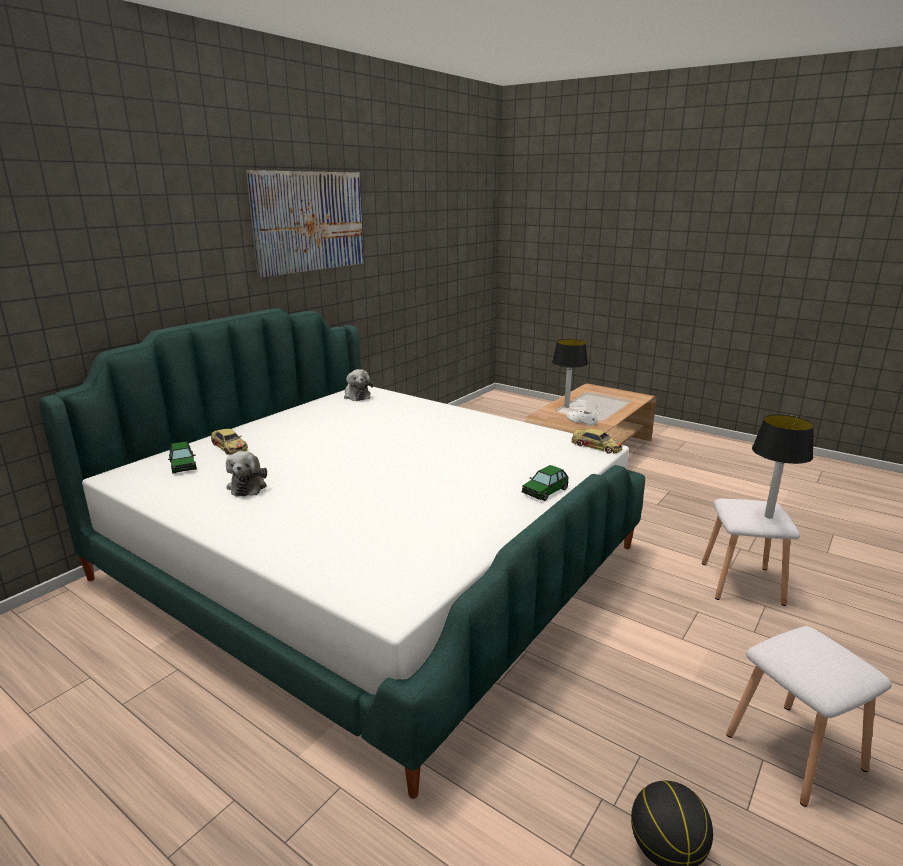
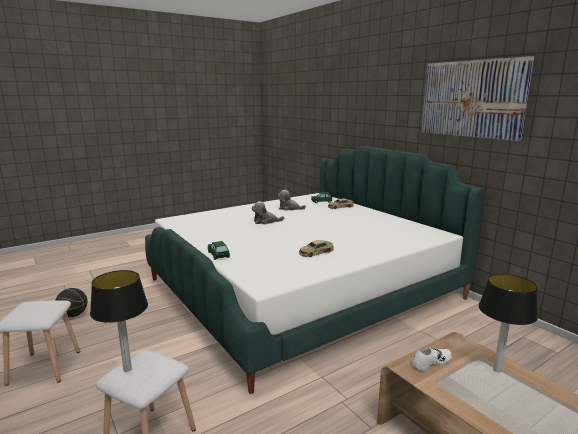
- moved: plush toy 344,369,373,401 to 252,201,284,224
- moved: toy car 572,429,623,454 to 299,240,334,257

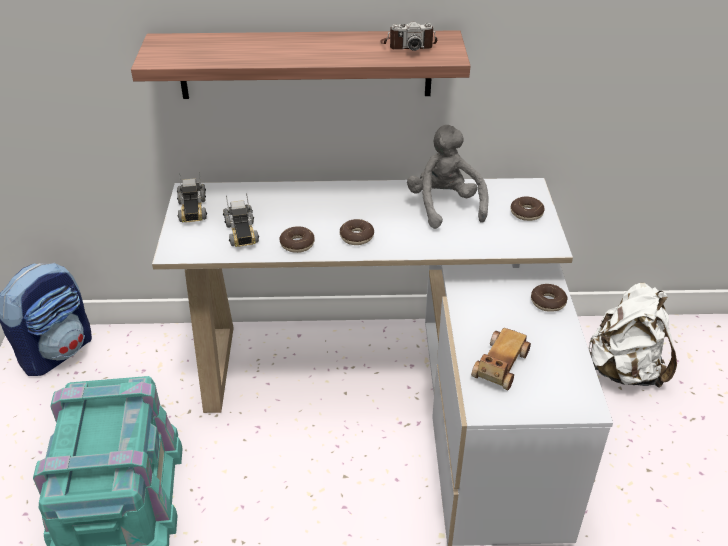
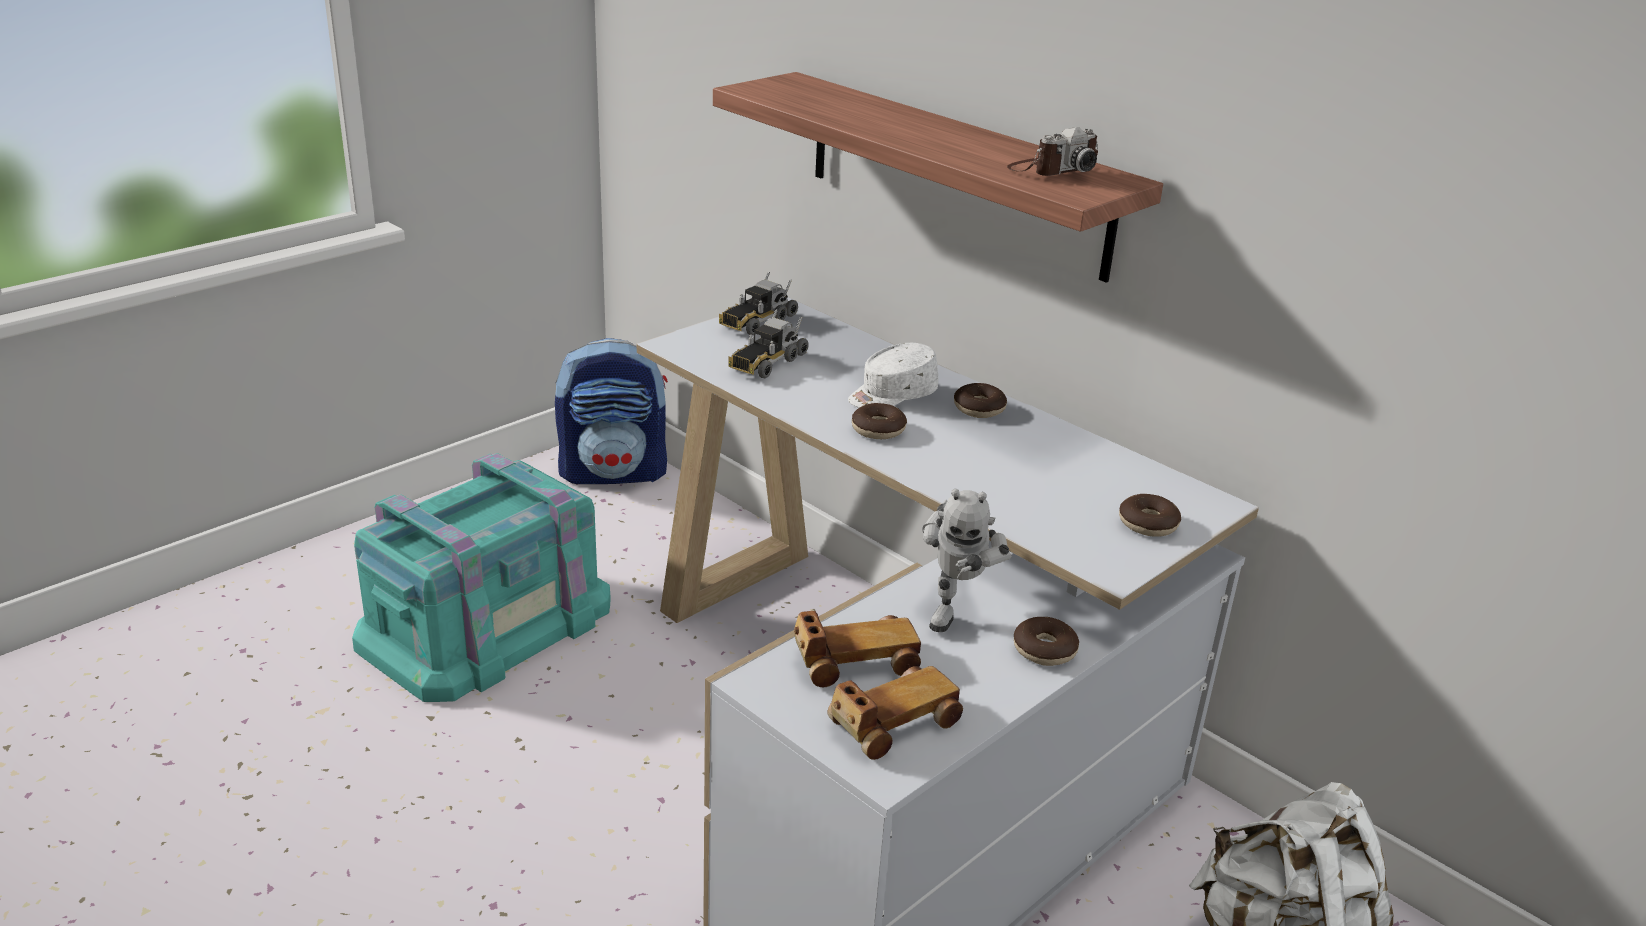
- moved: donut 279,226,315,253 to 954,383,1007,418
- turned: photo camera 380,21,437,51 = 1007,127,1098,176 75 degrees counterclockwise
- removed: grey plush toy 407,125,489,229
- added: toy car 828,666,963,760
- added: white cap 848,343,938,408
- added: toy robot 922,489,1012,632

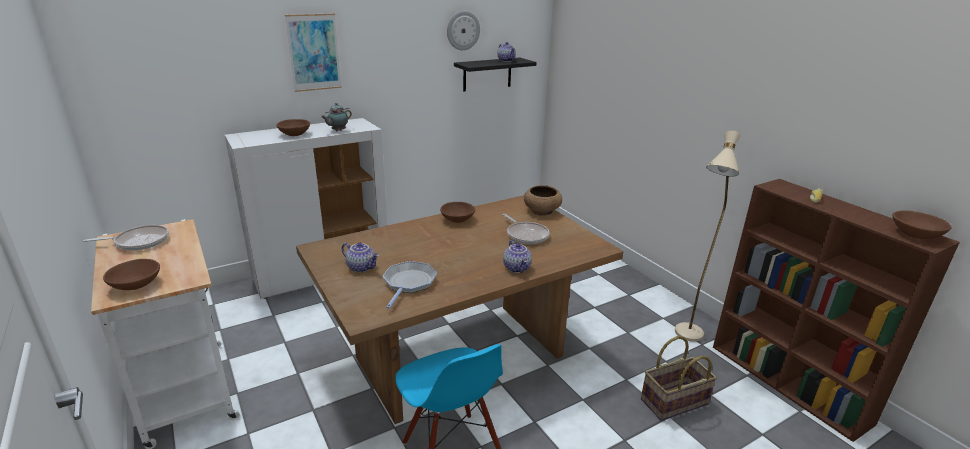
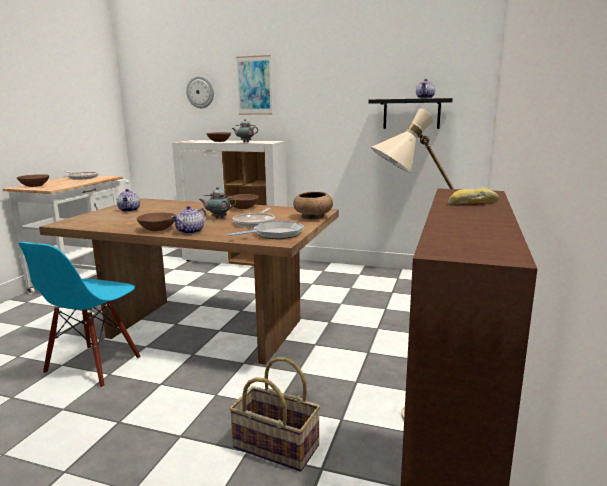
- moved: frying pan 383,261,437,309 to 227,221,304,239
- moved: wall clock 447,11,480,50 to 186,75,214,108
- moved: brown bowl 893,211,951,239 to 137,213,176,231
- added: teapot 199,187,236,219

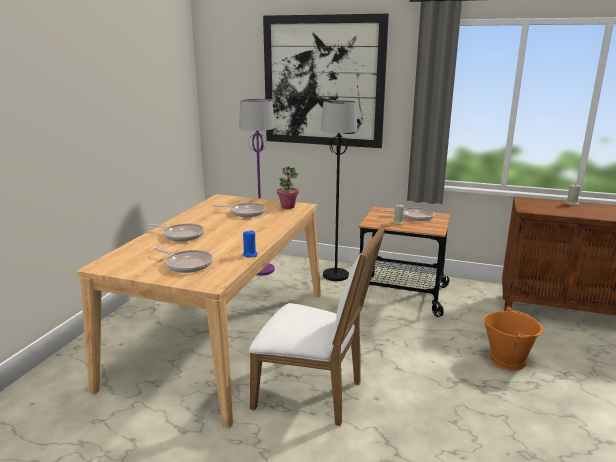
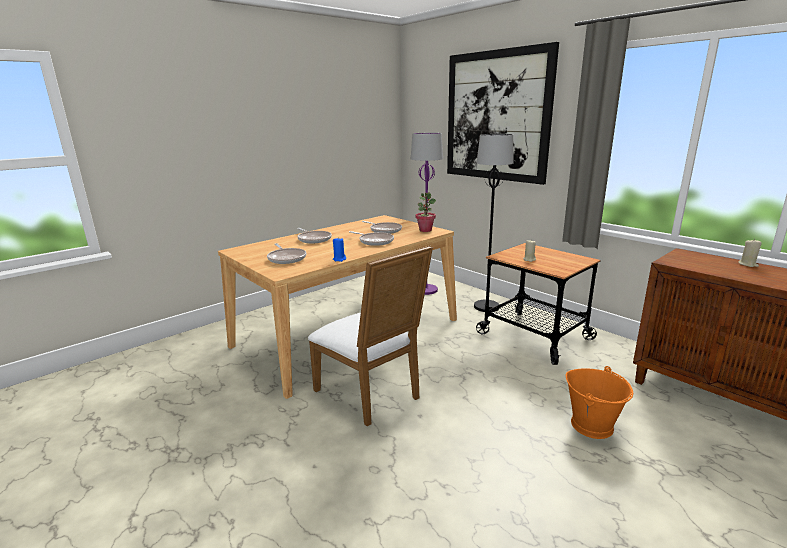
- moved: frying pan 383,207,434,221 to 349,231,394,246

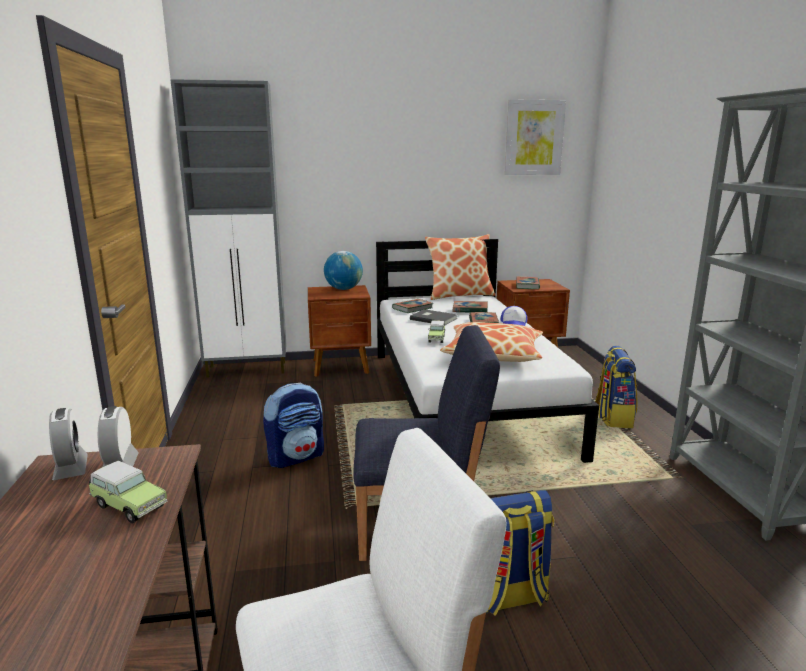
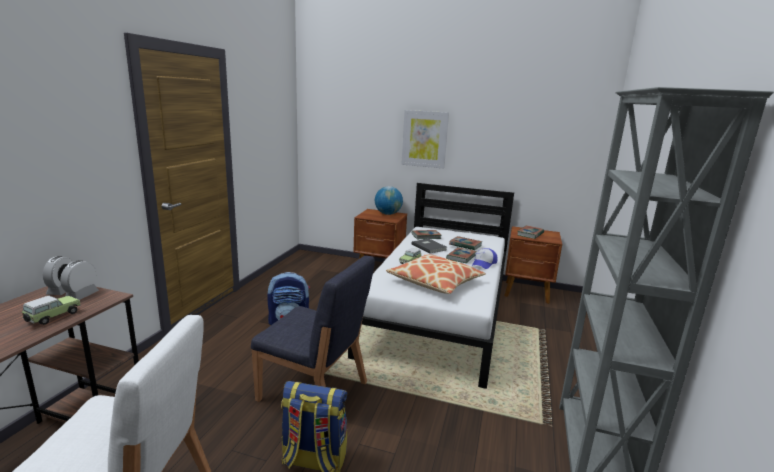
- turned: toy car 89,461,167,523 = 22,296,81,325 120 degrees counterclockwise
- removed: grey cabinet 170,79,286,378
- removed: pillow 425,234,495,300
- moved: picture 505,99,566,175 to 402,110,449,169
- removed: backpack 595,346,638,428

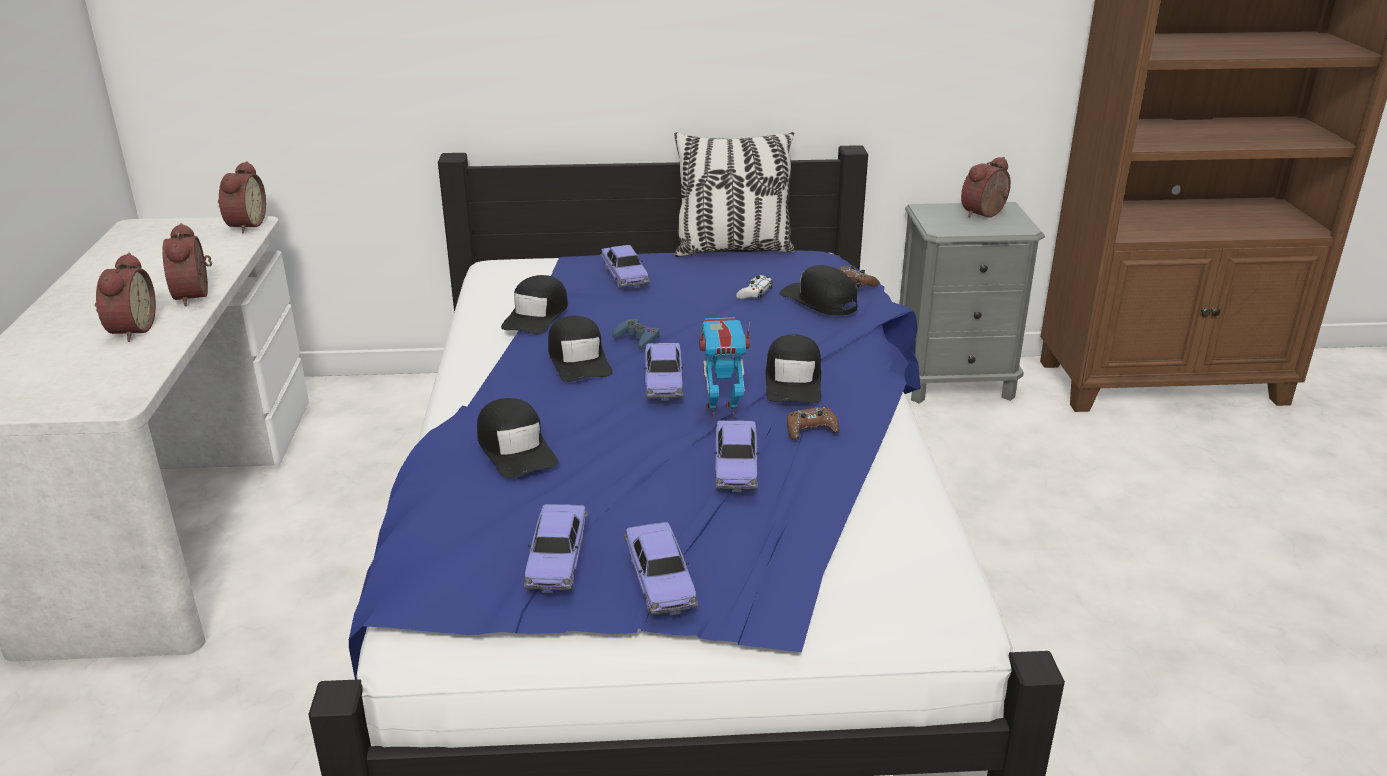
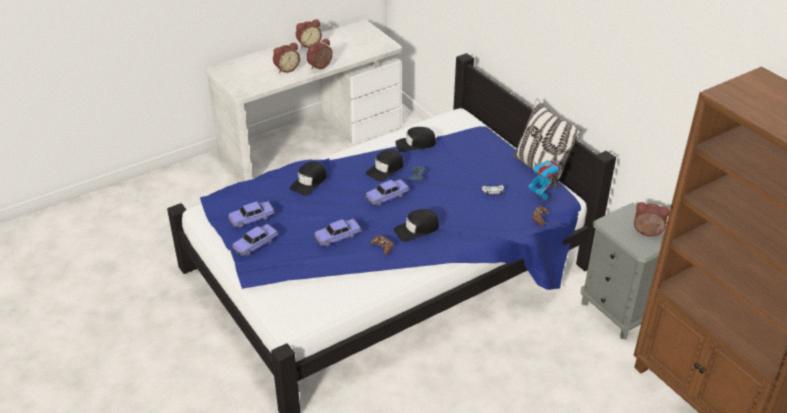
- moved: alarm clock 218,161,266,233 to 296,19,322,48
- removed: toy car 600,245,650,289
- moved: toy robot 699,317,750,419 to 528,160,561,203
- removed: black cap 779,265,857,316

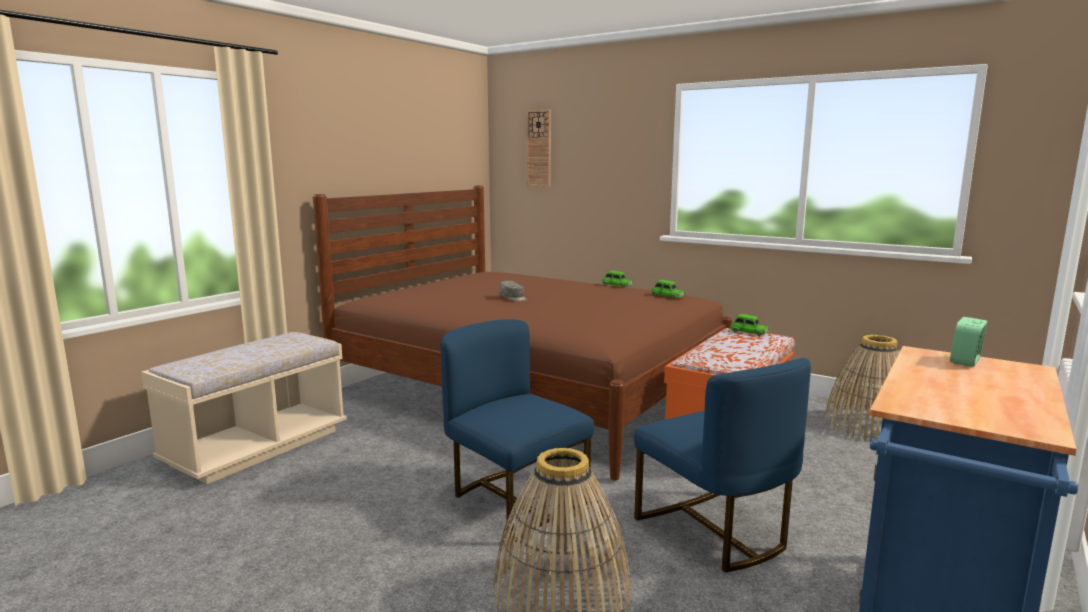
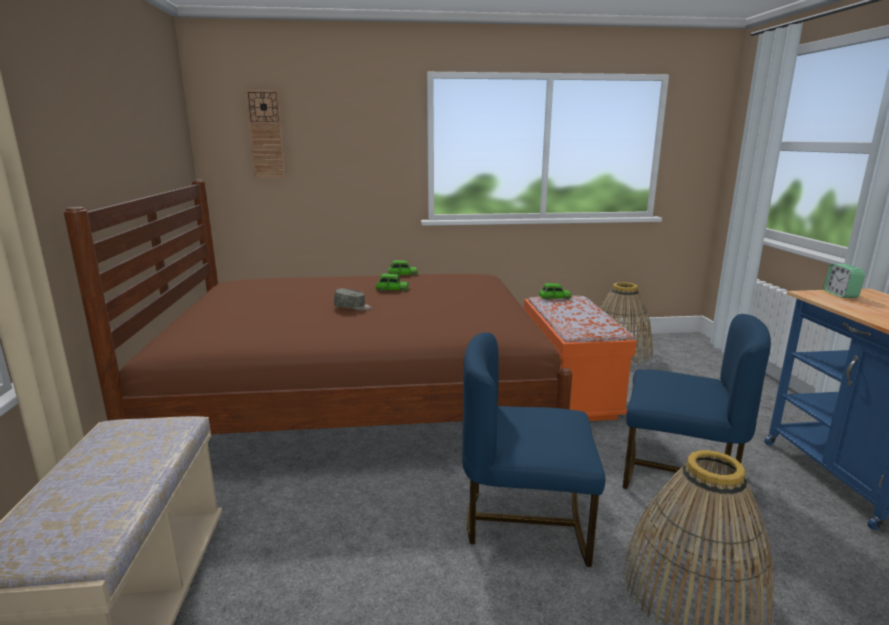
- moved: green toy car 651,280,686,299 to 375,274,409,292

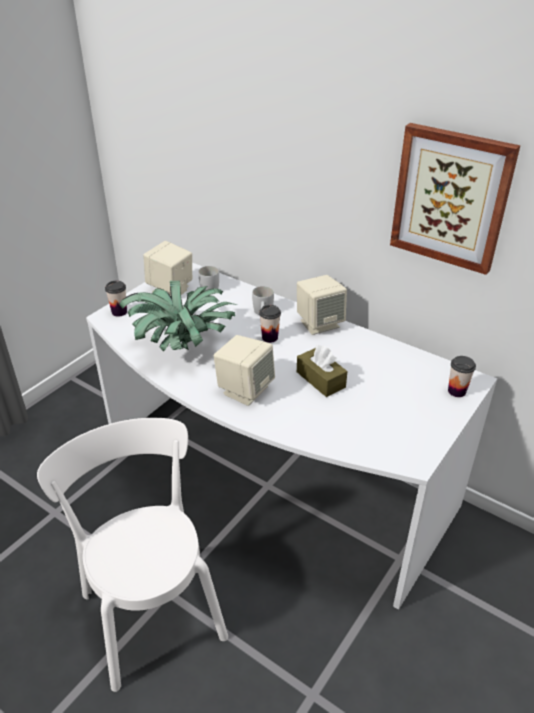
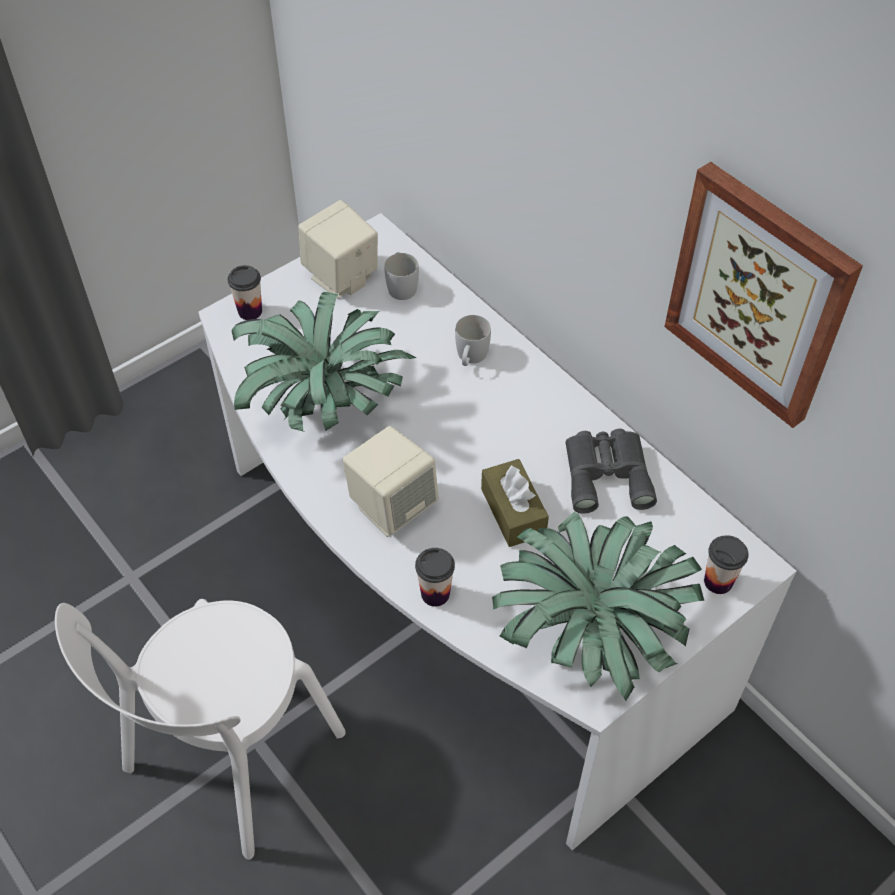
- turned: white chair 37,418,228,692 = 55,599,346,860 135 degrees counterclockwise
- moved: cup 259,305,281,343 to 415,548,455,606
- removed: beige speaker 297,275,347,335
- added: potted plant 492,512,704,701
- added: grey binoculars 565,429,657,513

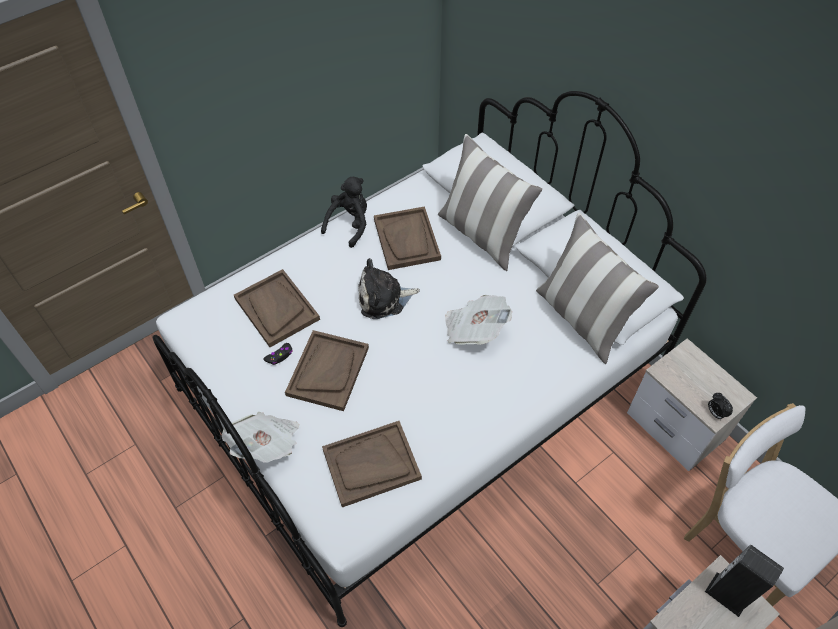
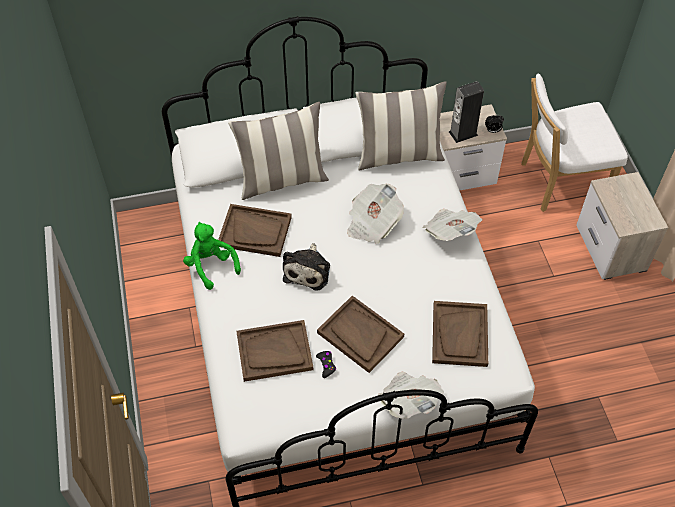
- recoloured: black plush toy 321,177,367,248 to green plush toy 183,222,241,290
- moved: speaker 705,544,784,617 to 449,81,484,143
- added: newspaper 423,209,482,241

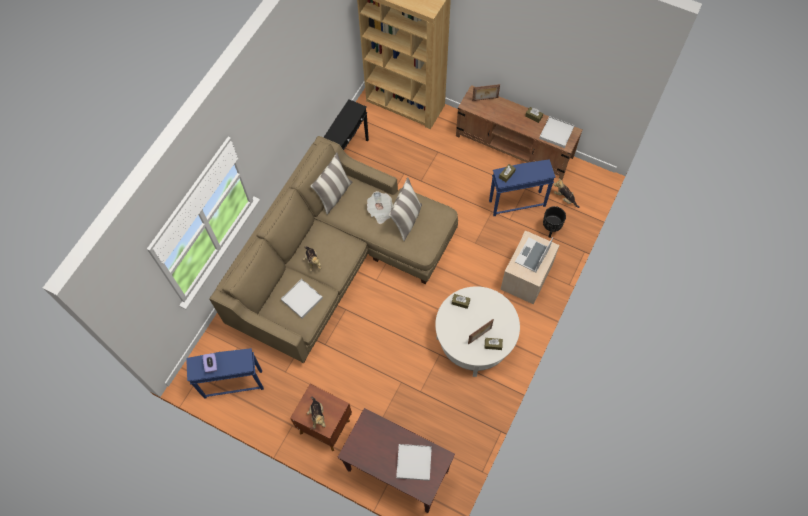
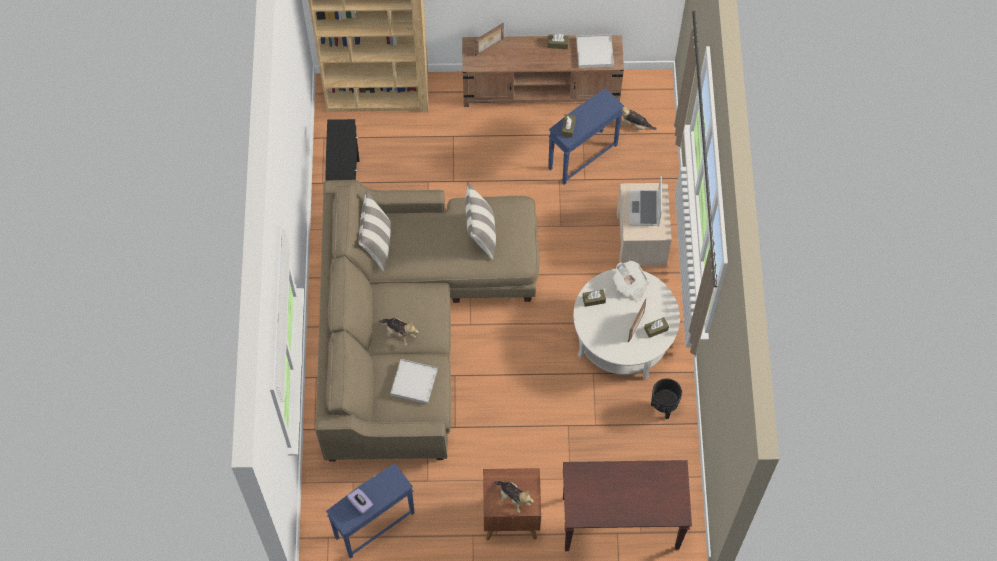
- moved: newspaper 367,191,393,224 to 613,261,649,301
- removed: white tray 396,444,432,481
- moved: black planter 543,206,566,238 to 651,378,682,419

